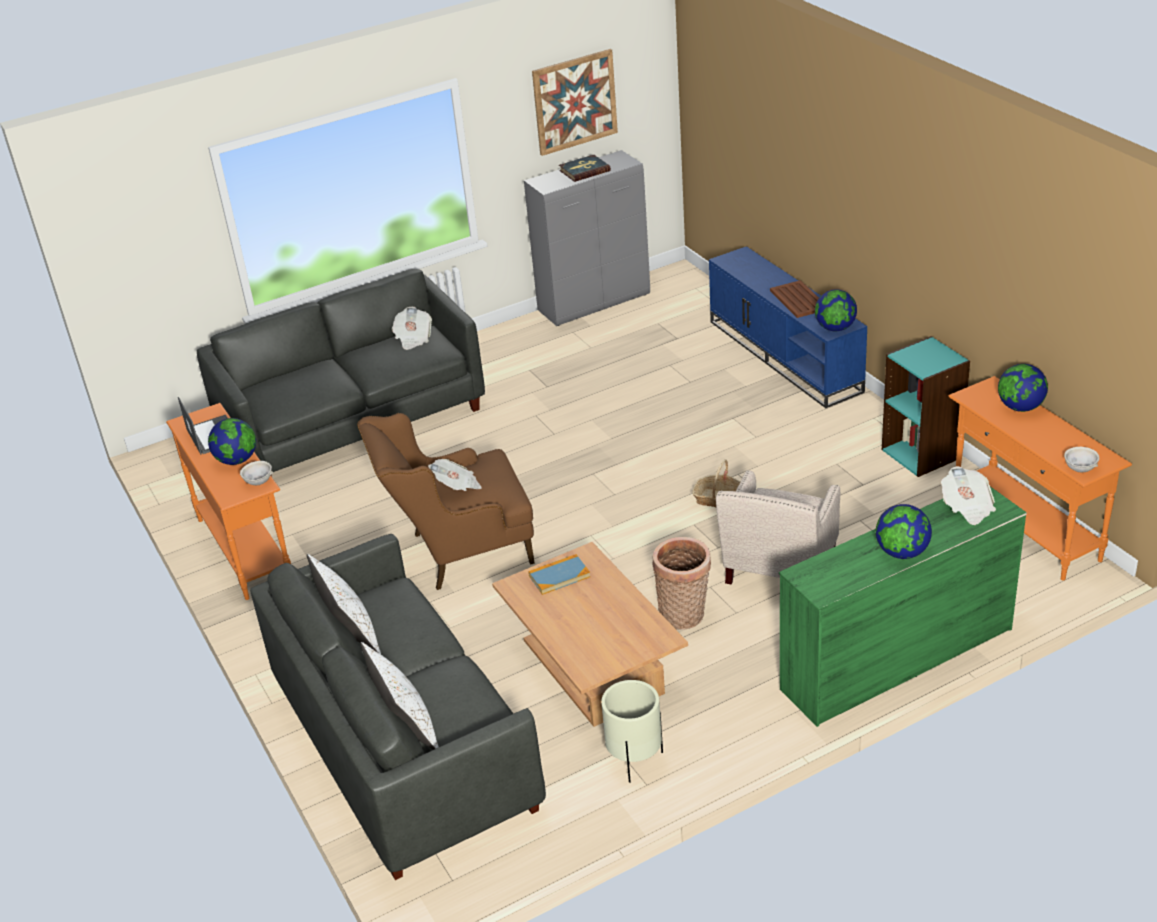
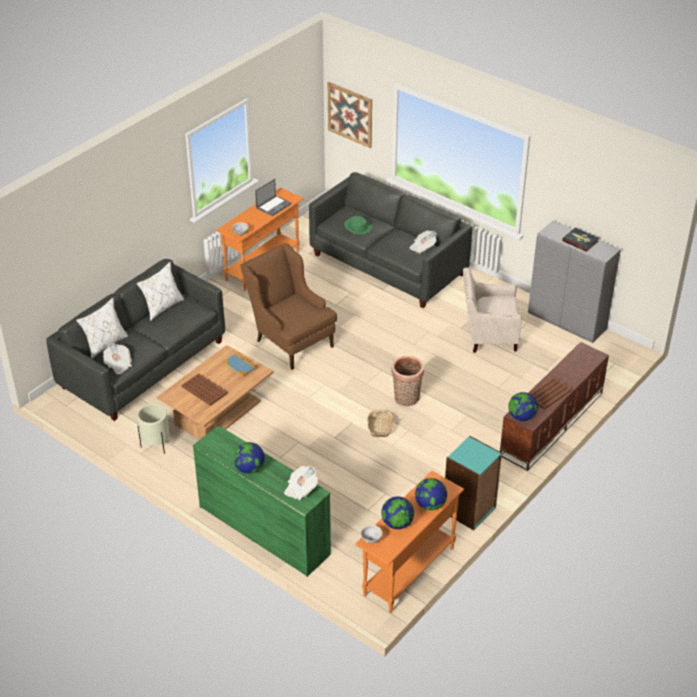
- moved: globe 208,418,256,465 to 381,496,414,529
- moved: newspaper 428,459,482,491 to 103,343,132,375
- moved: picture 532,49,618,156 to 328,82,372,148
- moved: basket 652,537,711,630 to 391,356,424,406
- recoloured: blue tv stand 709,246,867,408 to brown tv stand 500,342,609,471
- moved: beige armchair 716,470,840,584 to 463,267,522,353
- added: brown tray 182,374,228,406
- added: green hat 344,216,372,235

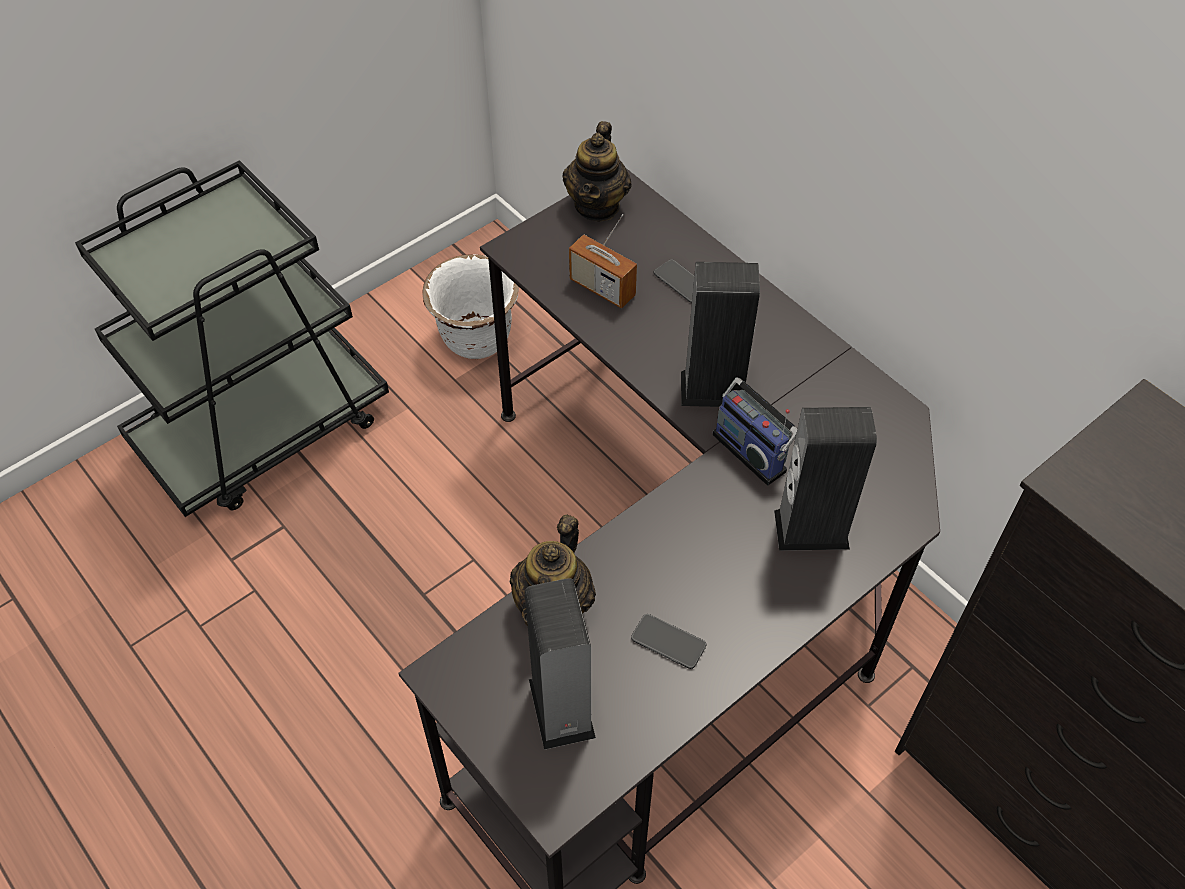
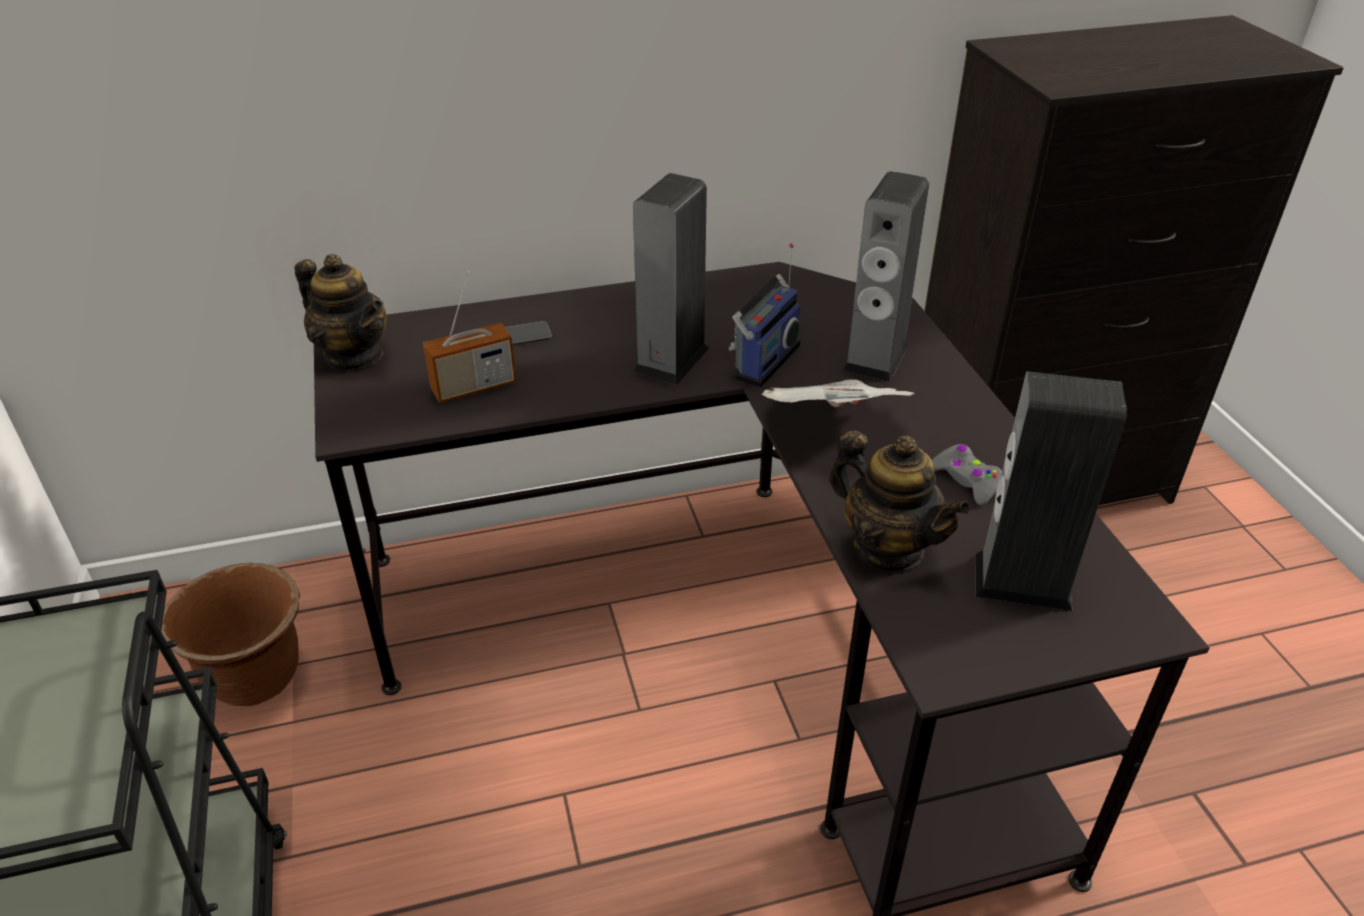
- recoloured: white planter 422,254,519,359 to brown planter 161,563,300,706
- replaced: phone 631,614,706,669 to grey game controller 932,444,1002,506
- turned: radio 712,377,797,485 = 729,243,800,388 45 degrees counterclockwise
- added: newspaper 762,379,913,407

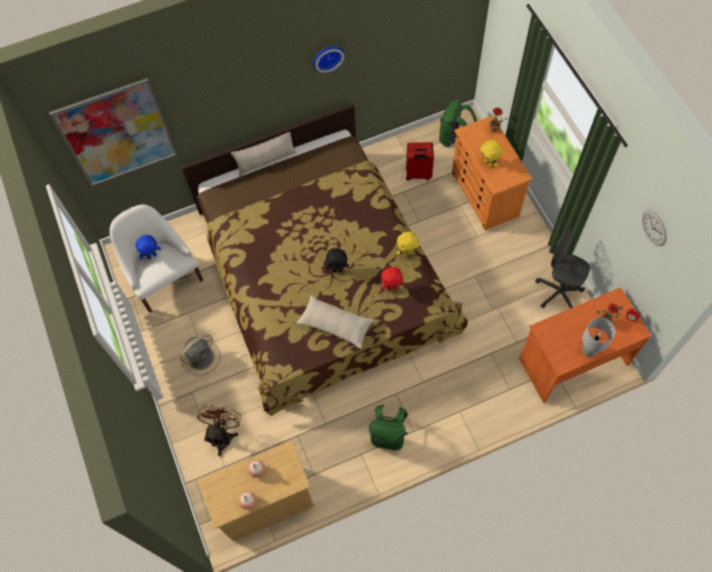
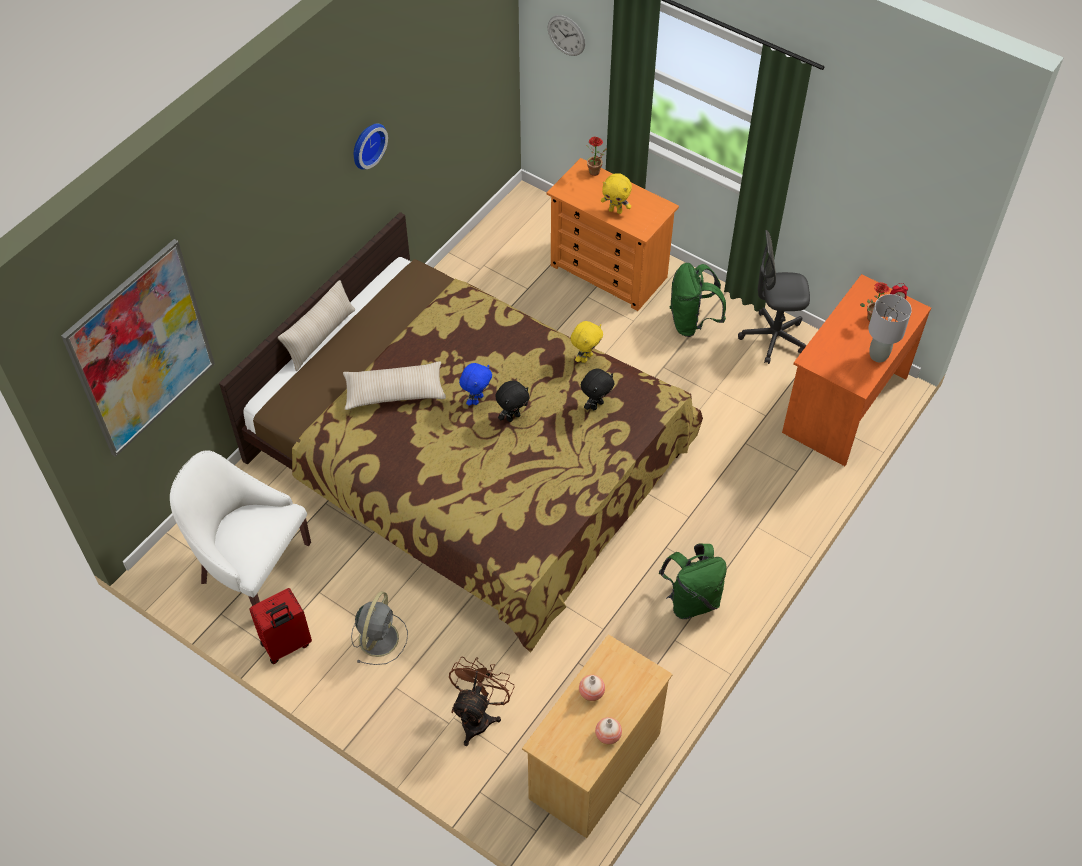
- moved: blue plush toy 136,235,161,259 to 459,363,492,406
- turned: brown fan 197,406,241,456 = 449,656,515,746 45 degrees clockwise
- moved: beige pillow 296,296,374,349 to 343,361,446,410
- recoloured: red plush toy 380,267,404,291 to black plush toy 581,368,615,410
- moved: red suitcase 406,142,434,181 to 249,588,312,664
- moved: green backpack 439,100,477,147 to 669,263,726,337
- moved: wall clock 642,210,667,246 to 548,15,585,56

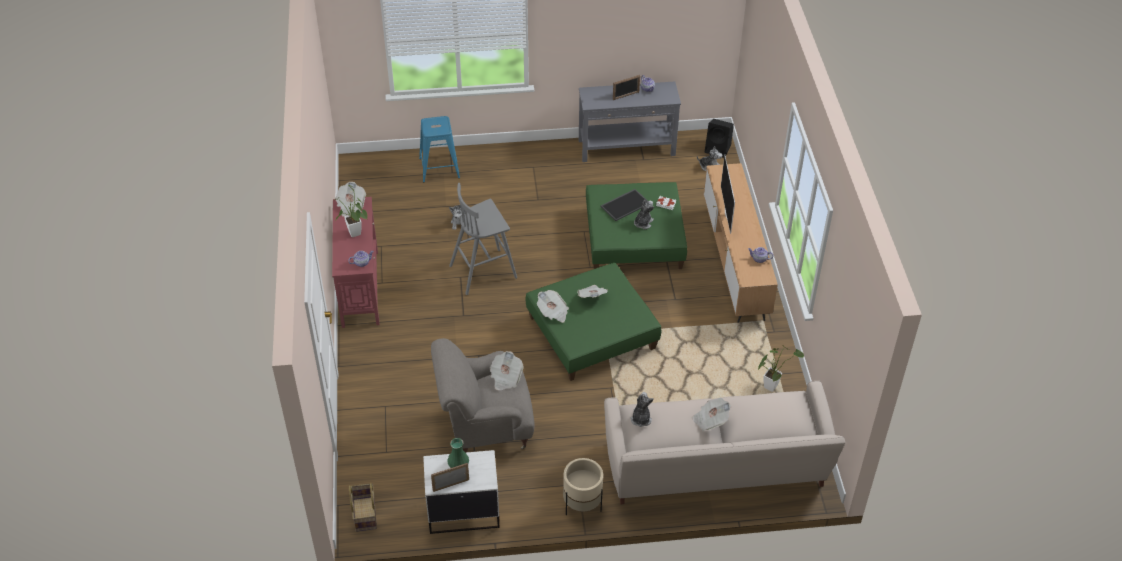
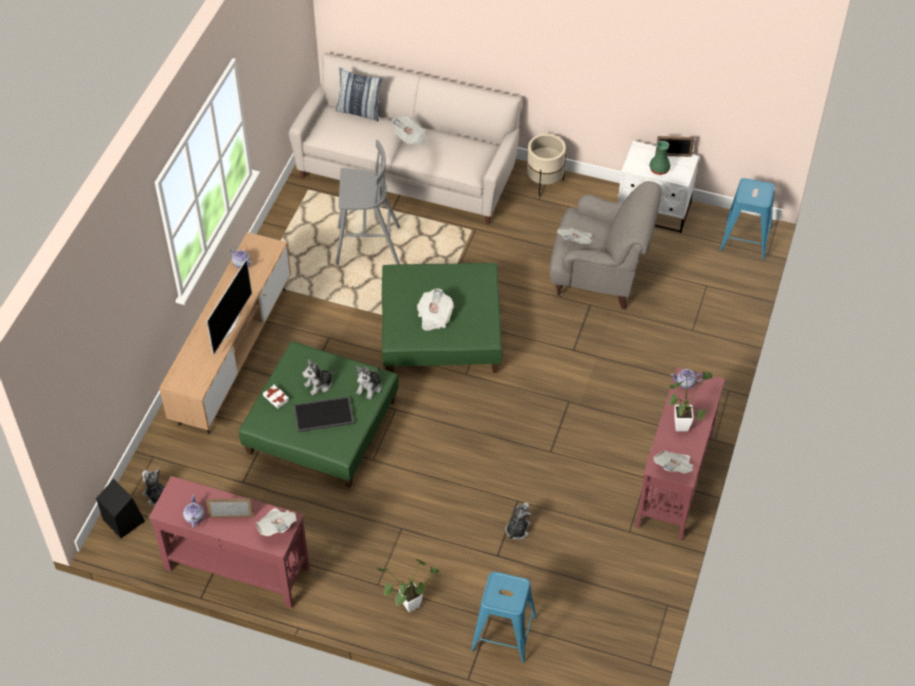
- replaced: basket 349,483,377,532 to blue stool 720,178,775,260
- moved: grey stool 449,183,517,295 to 336,140,400,265
- moved: newspaper 537,290,569,323 to 256,508,297,536
- recoloured: grey console table 579,81,681,162 to red console table 149,476,310,608
- moved: plush toy 631,392,654,427 to 356,366,382,400
- moved: potted plant 758,344,804,392 to 376,559,439,613
- added: pillow 336,67,383,122

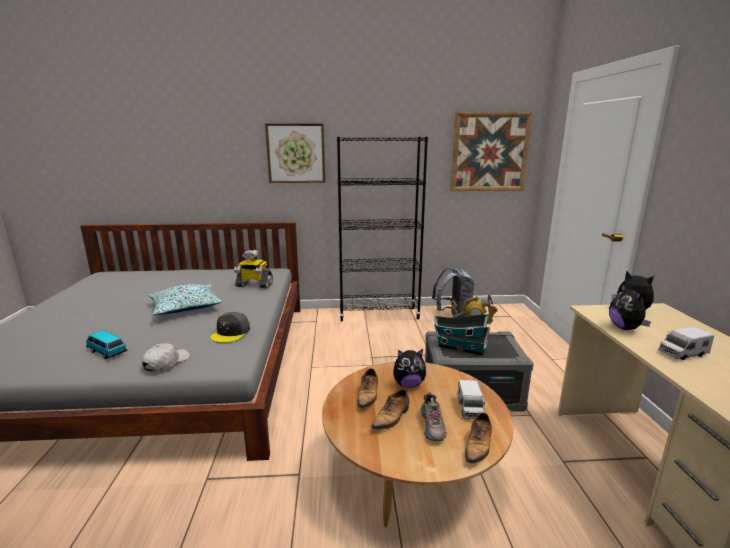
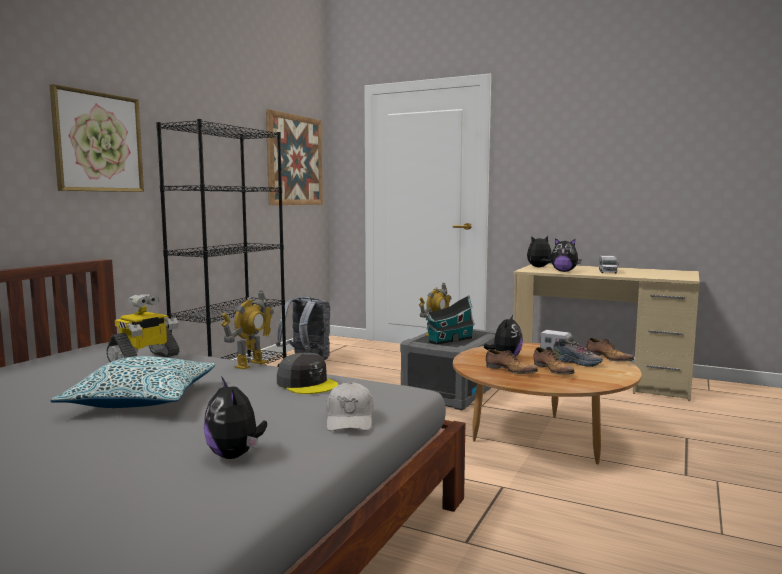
- replaced: toy car 86,330,127,359 to plush toy 204,376,267,459
- turned: white cap 142,343,190,372 = 326,382,374,431 150 degrees counterclockwise
- added: toy robot 221,291,274,370

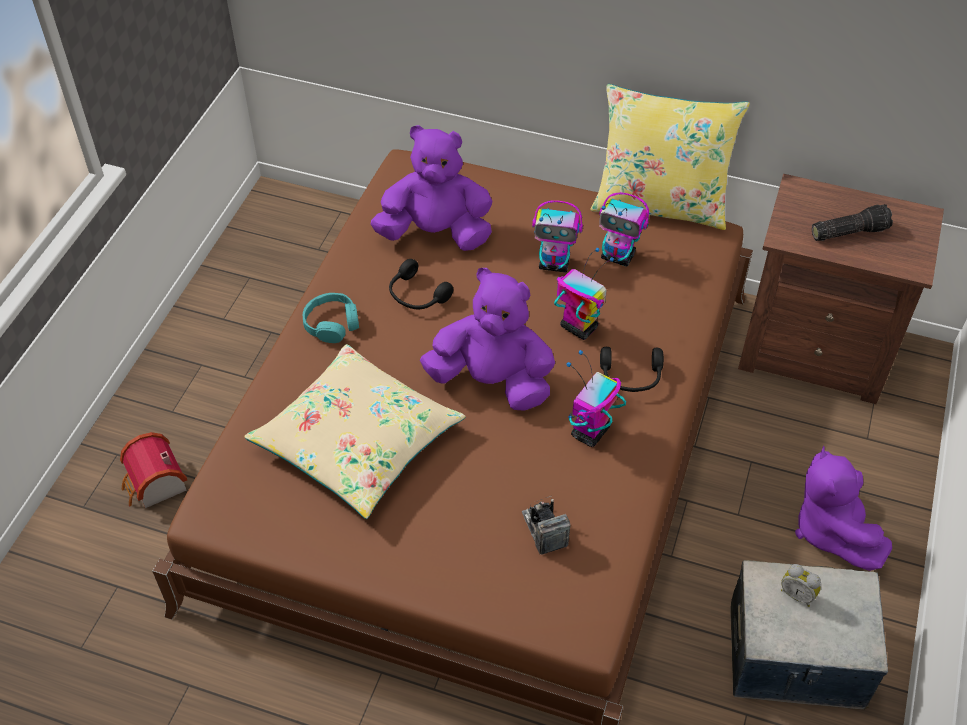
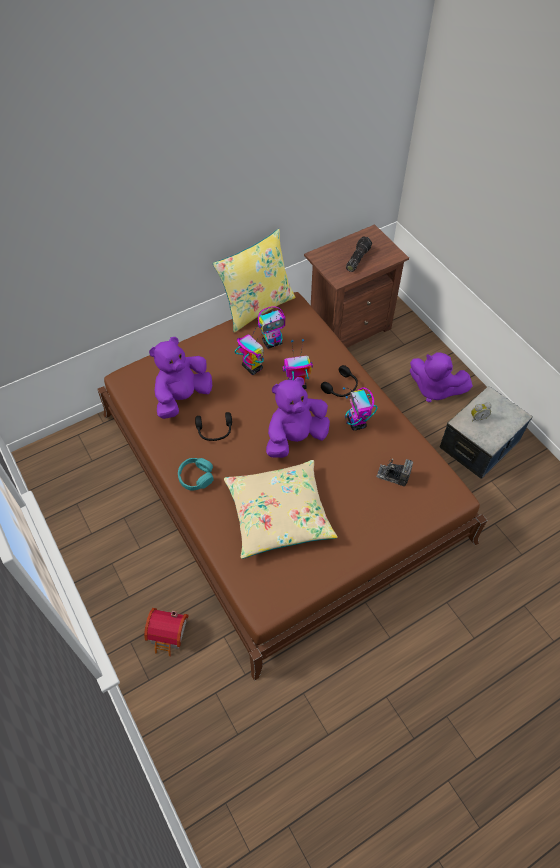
- turned: toy robot 532,201,583,272 = 235,324,269,375 90 degrees counterclockwise

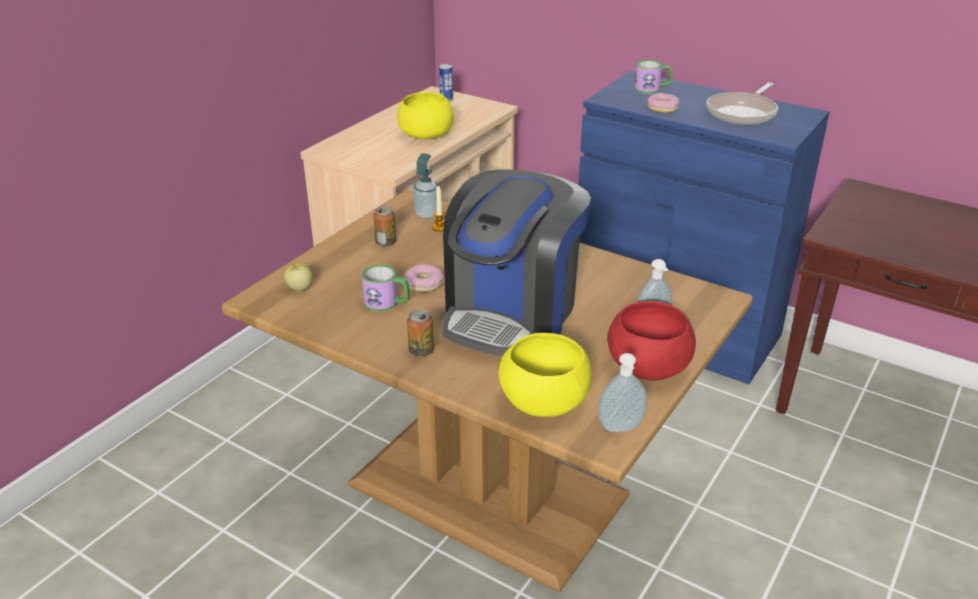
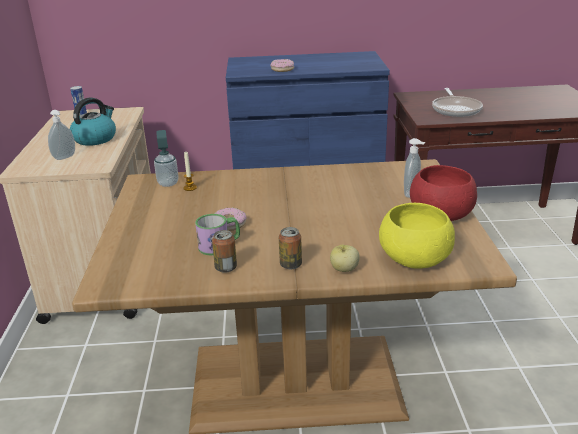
- moved: apple 284,263,313,291 to 330,244,360,272
- moved: can 373,206,396,246 to 212,230,237,273
- replaced: yellow bowl 397,92,454,139 to kettle 70,97,116,146
- removed: coffee machine 442,169,591,356
- moved: soap dispenser 598,353,647,432 to 48,110,75,160
- removed: mug 634,60,672,94
- moved: frying pan 706,82,778,125 to 432,88,483,117

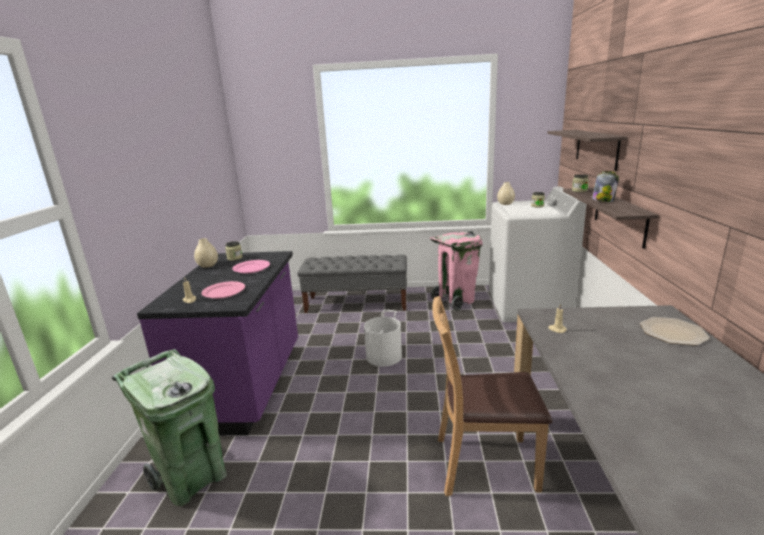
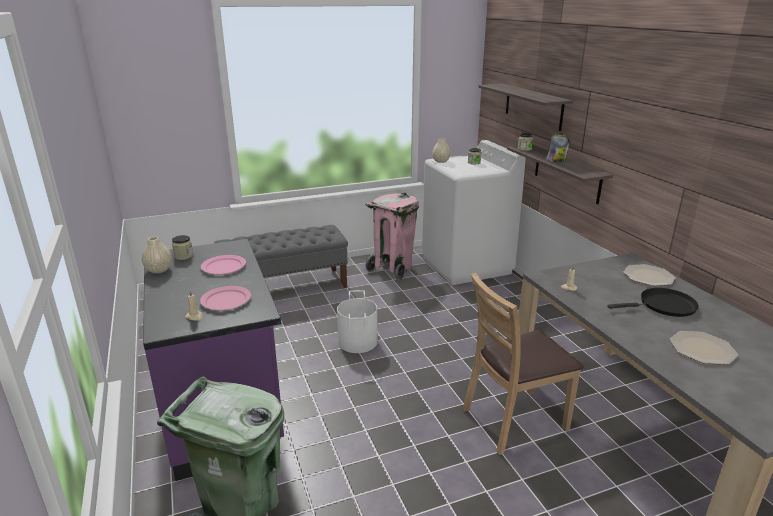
- added: black frying pan 607,288,699,317
- added: plate 670,331,738,365

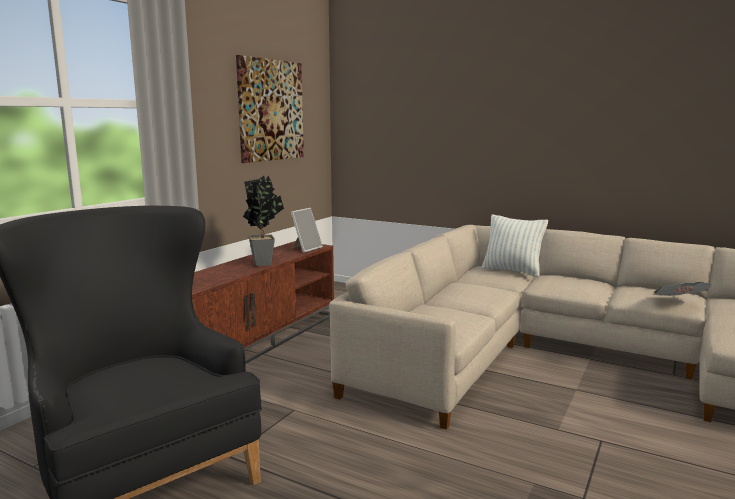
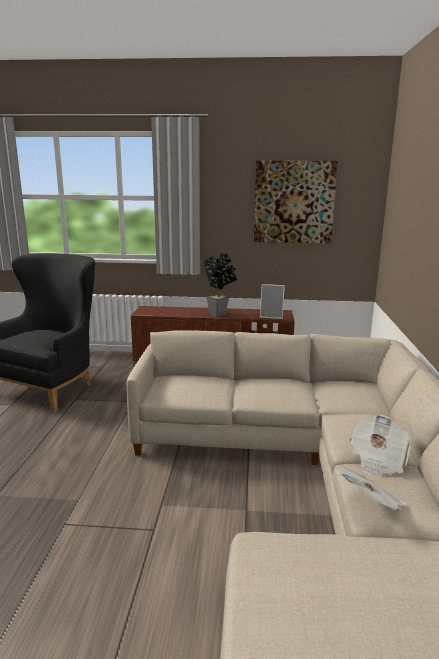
- removed: pillow 482,214,548,277
- added: newspaper 350,414,412,476

